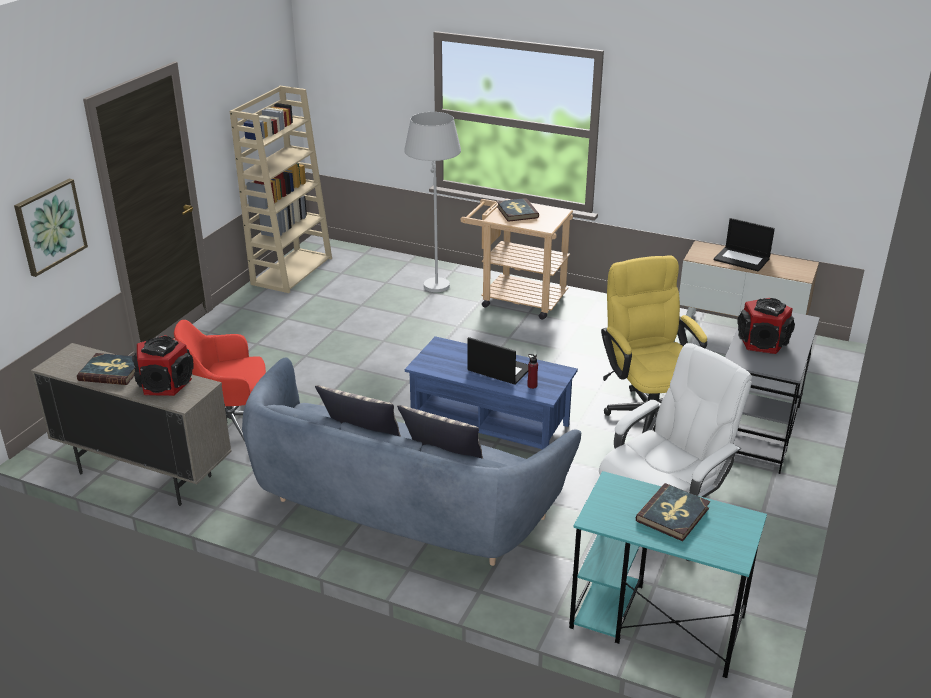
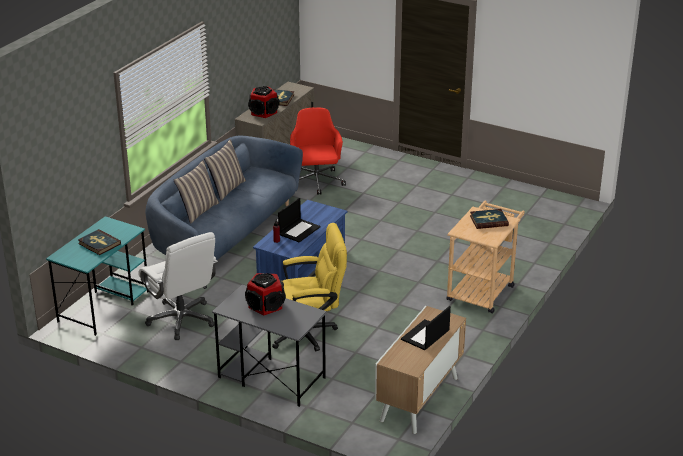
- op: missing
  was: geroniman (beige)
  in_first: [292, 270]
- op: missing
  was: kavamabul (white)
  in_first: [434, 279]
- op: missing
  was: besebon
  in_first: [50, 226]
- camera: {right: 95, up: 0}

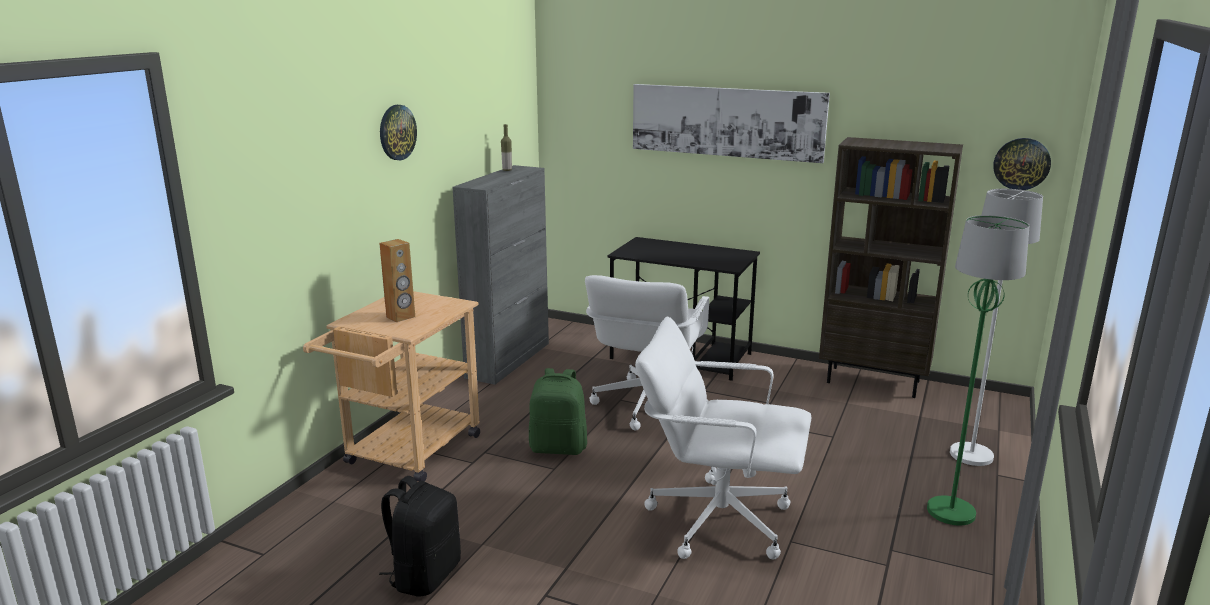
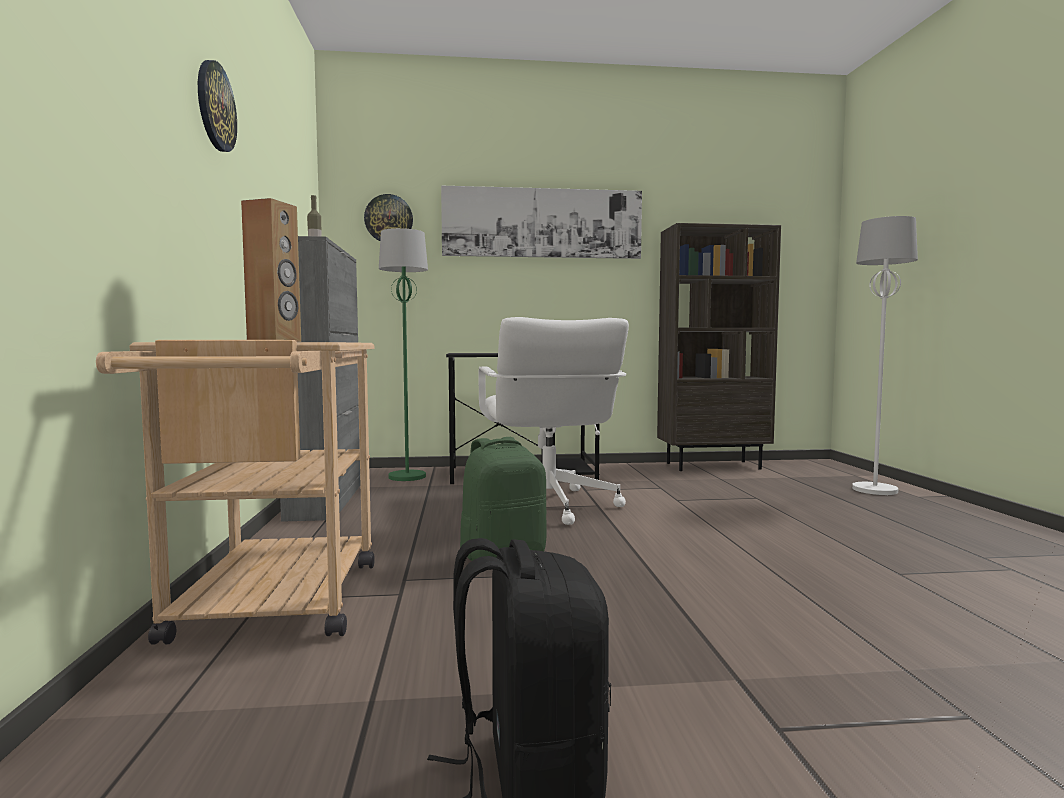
- op: relocated
  was: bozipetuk
  in_first: [1021, 164]
  in_second: [388, 219]
- op: relocated
  was: kavamabul (green)
  in_first: [950, 512]
  in_second: [406, 477]
- op: missing
  was: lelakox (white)
  in_first: [718, 520]
- camera: {right: -30, up: -15}

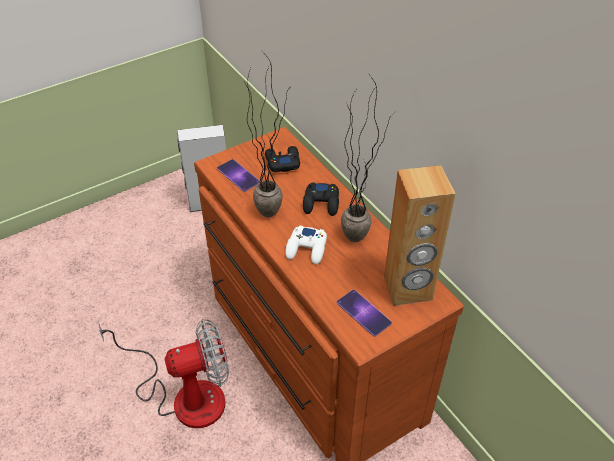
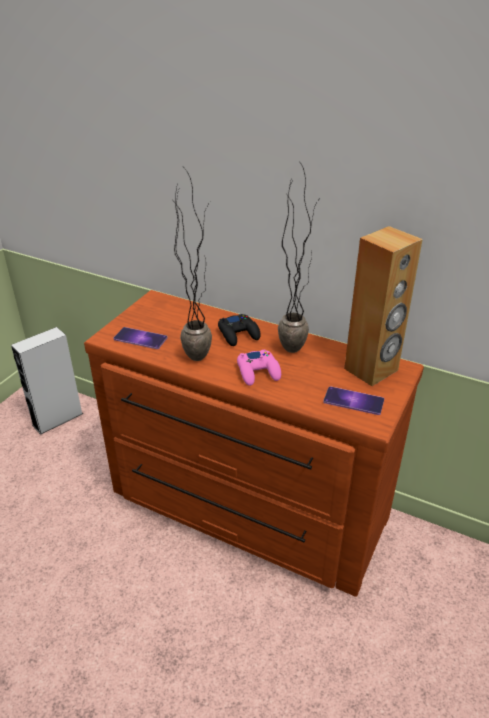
- op: missing
  was: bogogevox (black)
  in_first: [282, 162]
- op: colour
  was: bogogevox (white)
  now: bogogevox (pink)
  in_first: [307, 249]
  in_second: [258, 372]
- op: missing
  was: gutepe
  in_first: [184, 395]
- camera: {right: -30, up: -10}

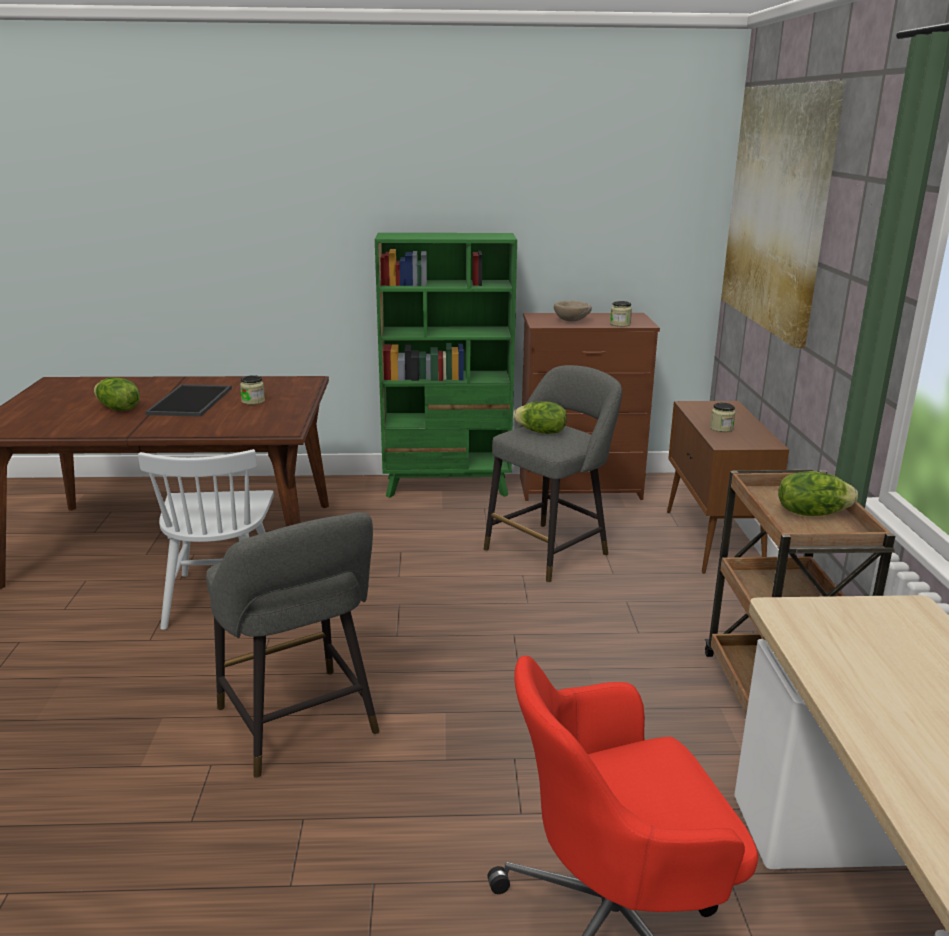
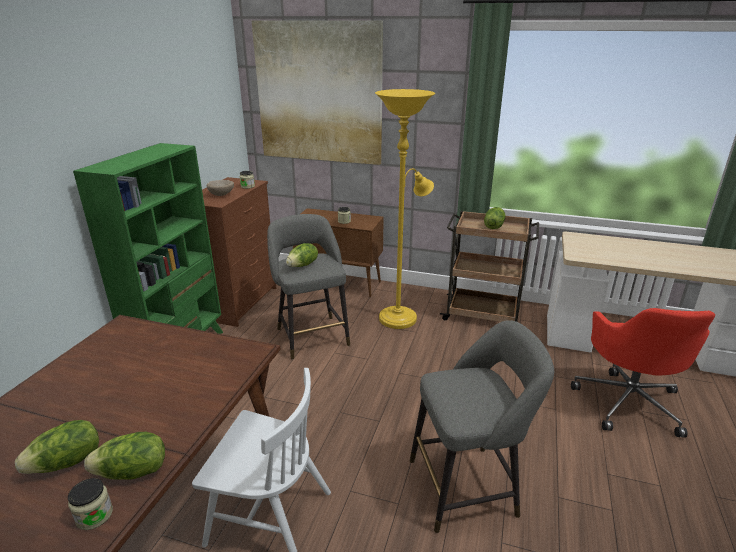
- op: relocated
  was: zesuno
  in_first: [253, 401]
  in_second: [94, 515]
- op: missing
  was: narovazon
  in_first: [192, 401]
- op: appeared
  now: kavamabul (yellow)
  in_second: [400, 316]
- op: appeared
  now: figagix
  in_second: [132, 472]
- camera: {right: -70, up: 5}

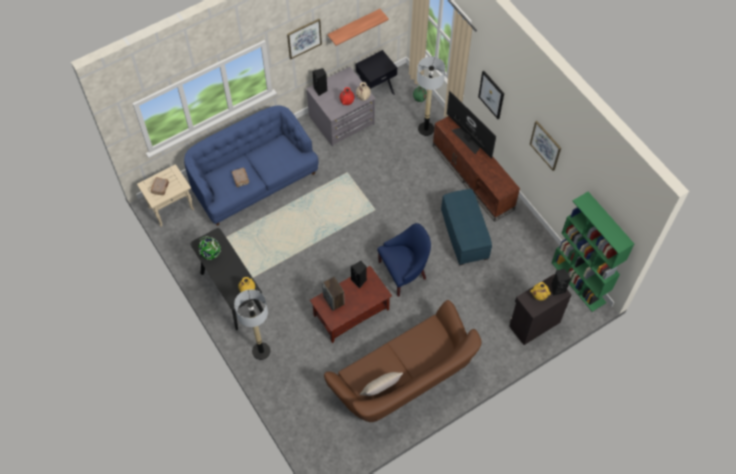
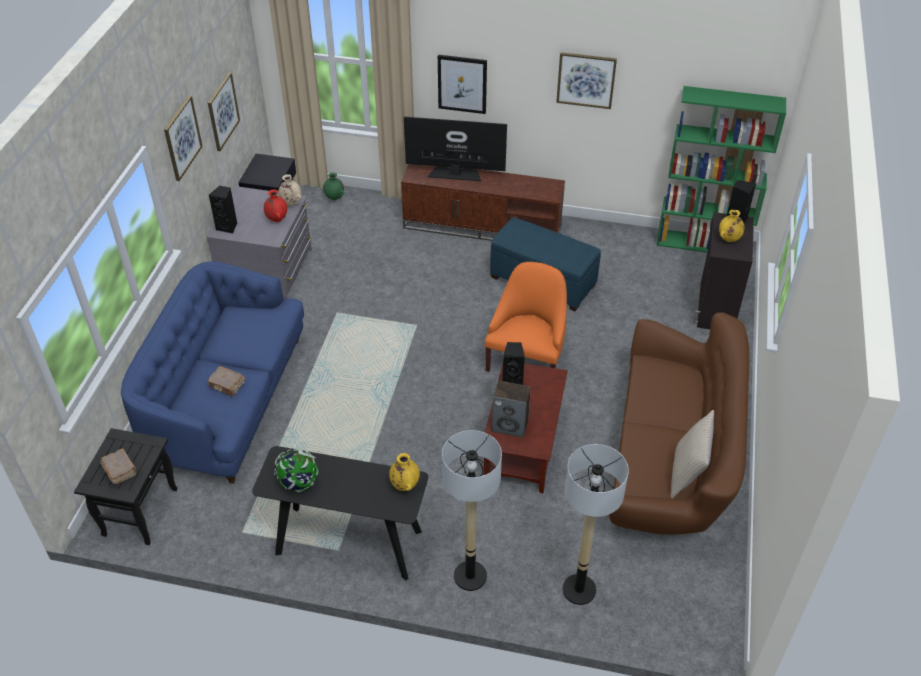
- op: exchanged
  was: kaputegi
  now: besebon
  in_first: [353, 26]
  in_second: [222, 111]
- op: relocated
  was: kavamabul
  in_first: [426, 129]
  in_second: [579, 590]
- op: colour
  was: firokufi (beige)
  now: firokufi (black)
  in_first: [171, 208]
  in_second: [140, 511]
- op: colour
  was: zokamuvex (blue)
  now: zokamuvex (orange)
  in_first: [404, 272]
  in_second: [527, 359]
- camera: {right: -45, up: -15}

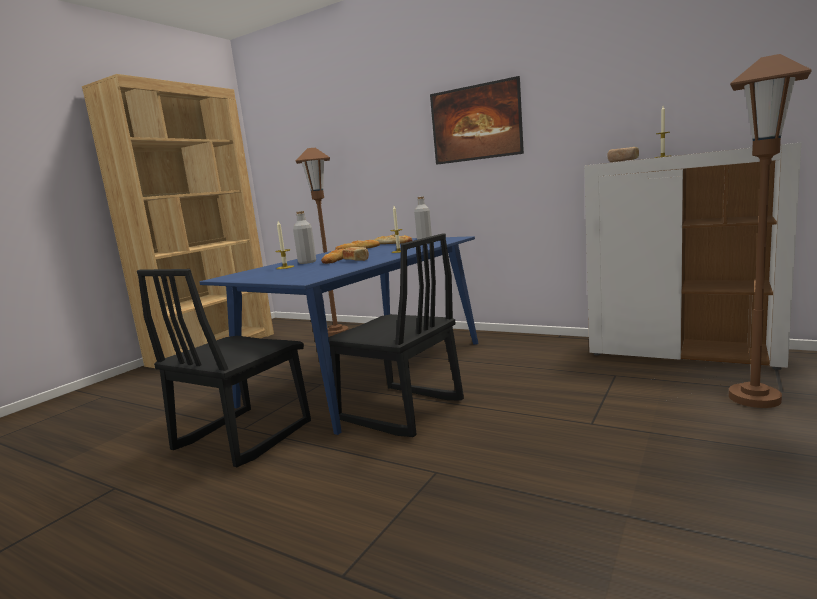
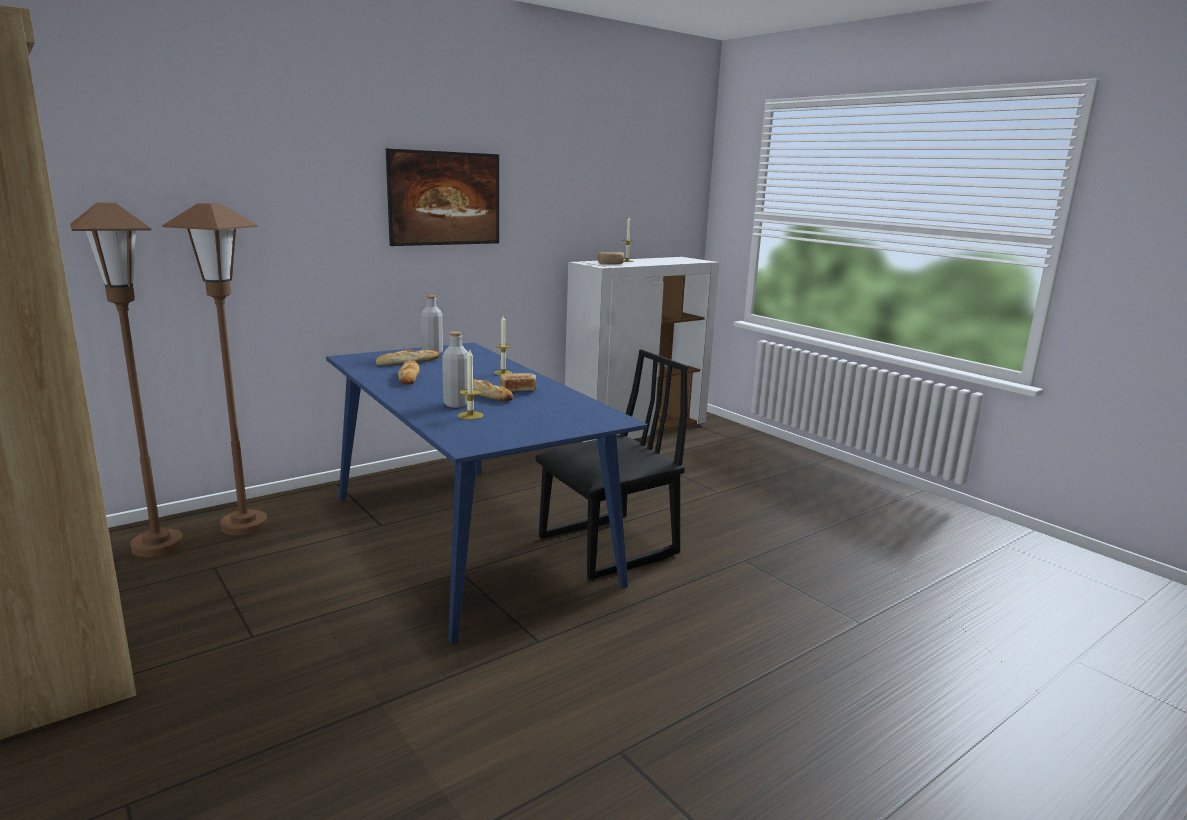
- op: relocated
  was: kavamabul (brown)
  in_first: [754, 398]
  in_second: [157, 546]
- op: missing
  was: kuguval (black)
  in_first: [242, 436]
- camera: {right: -70, up: 5}

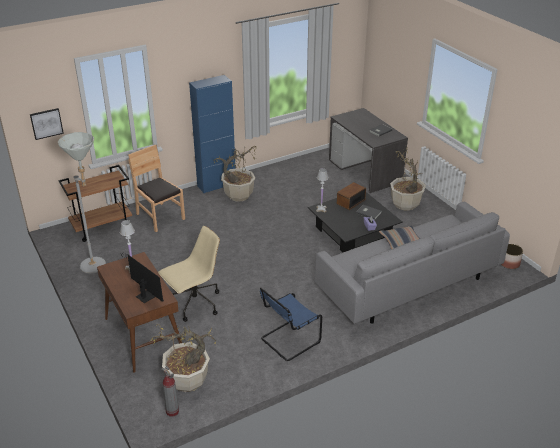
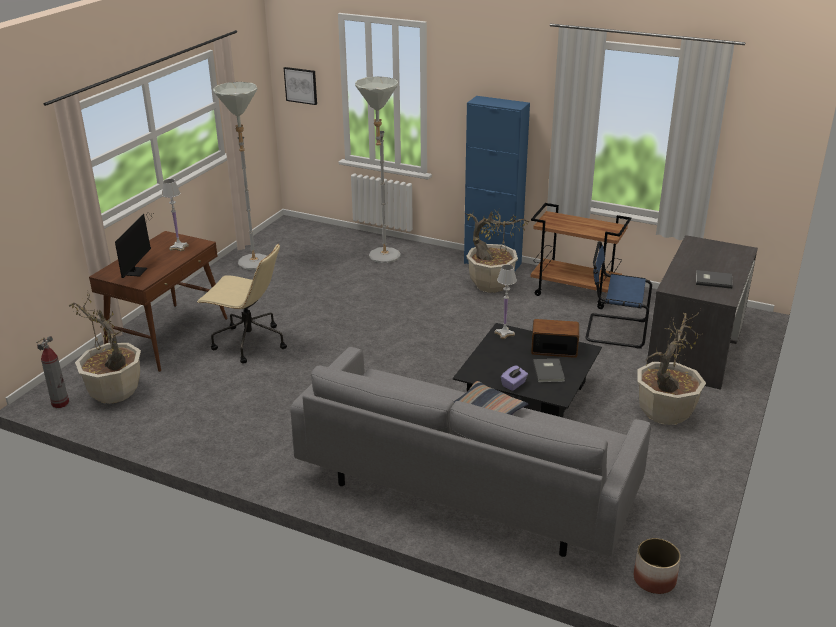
- op: exchanged
  was: kuguval (brown)
  now: kavamabul (grey)
  in_first: [160, 217]
  in_second: [382, 259]
- op: relocated
  was: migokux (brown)
  in_first: [102, 227]
  in_second: [575, 292]
- op: relocated
  was: kuguval (blue)
  in_first: [288, 341]
  in_second: [613, 331]
- camera: {right: 55, up: -5}

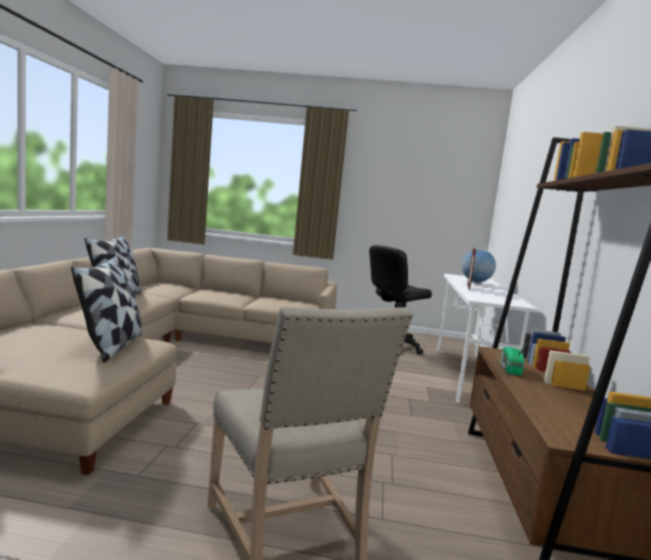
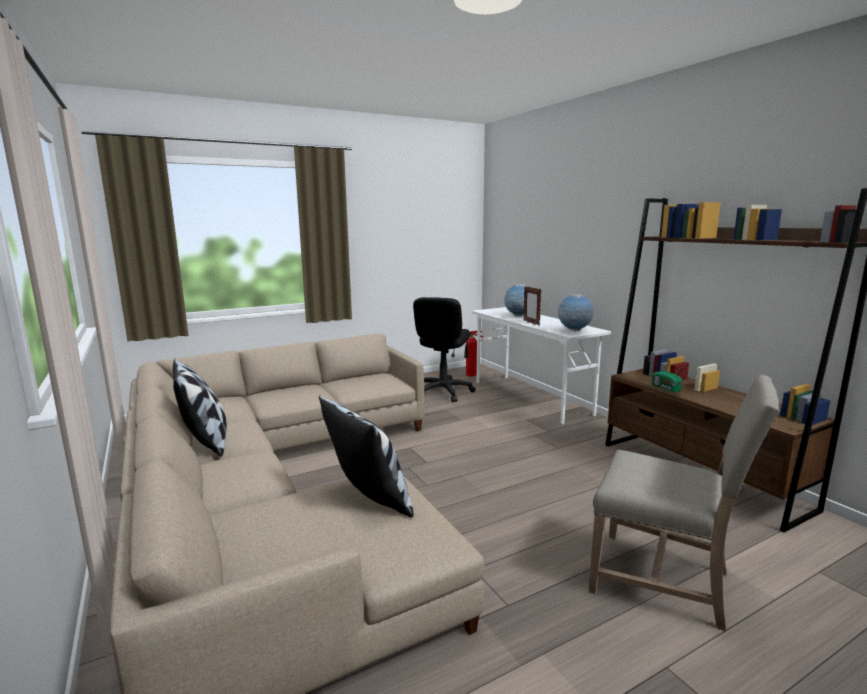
- op: appeared
  now: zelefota
  in_second: [574, 331]
- op: appeared
  now: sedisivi
  in_second: [471, 375]
- camera: {right: -35, up: 5}

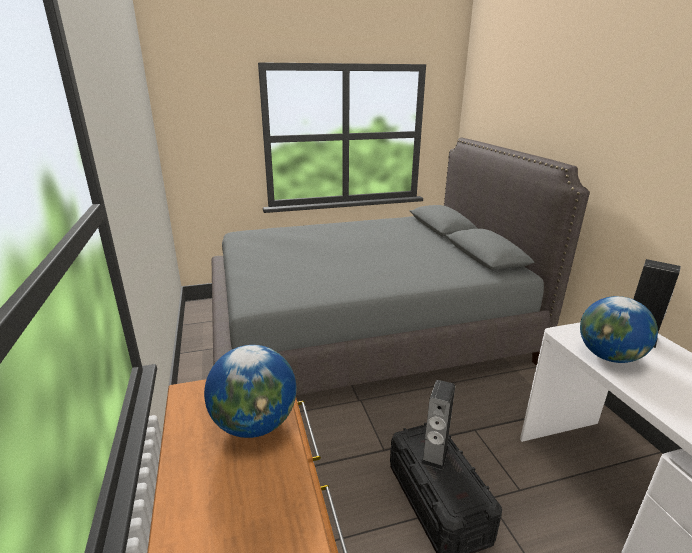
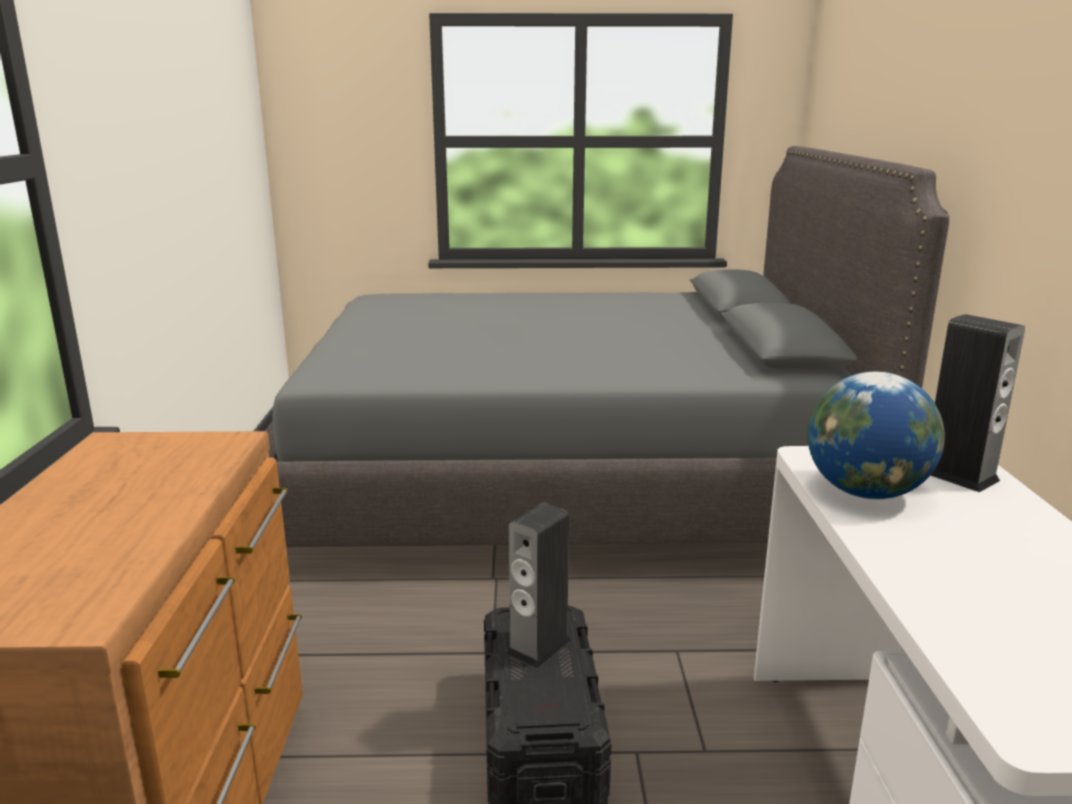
- op: missing
  was: zelefota
  in_first: [255, 424]
- camera: {right: 15, up: -5}

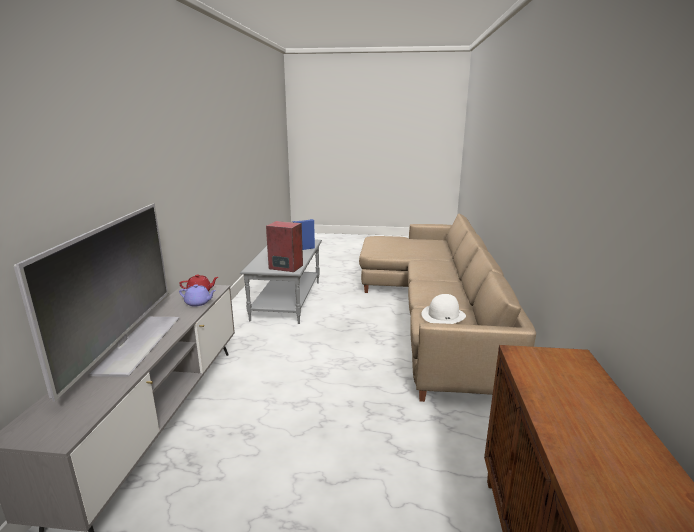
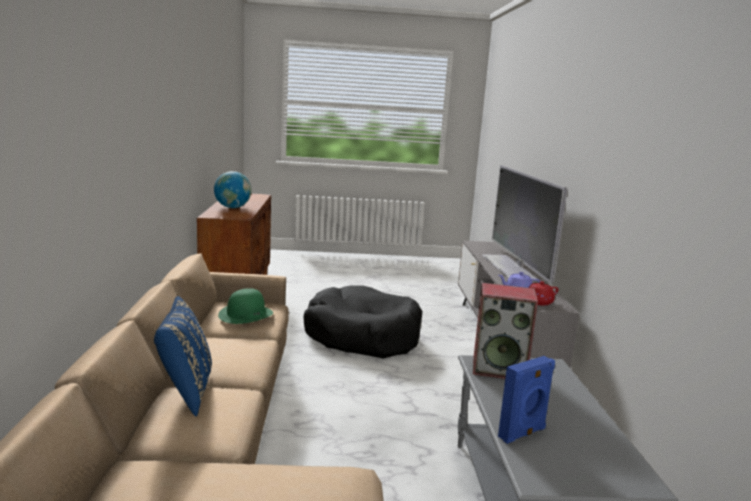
- op: colour
  was: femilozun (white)
  now: femilozun (green)
  in_first: [443, 315]
  in_second: [246, 314]
- op: appeared
  now: zelefota
  in_second: [232, 208]
- op: appeared
  now: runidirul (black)
  in_second: [362, 336]
- op: appeared
  now: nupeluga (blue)
  in_second: [185, 393]
- camera: {right: 170, up: -5}

